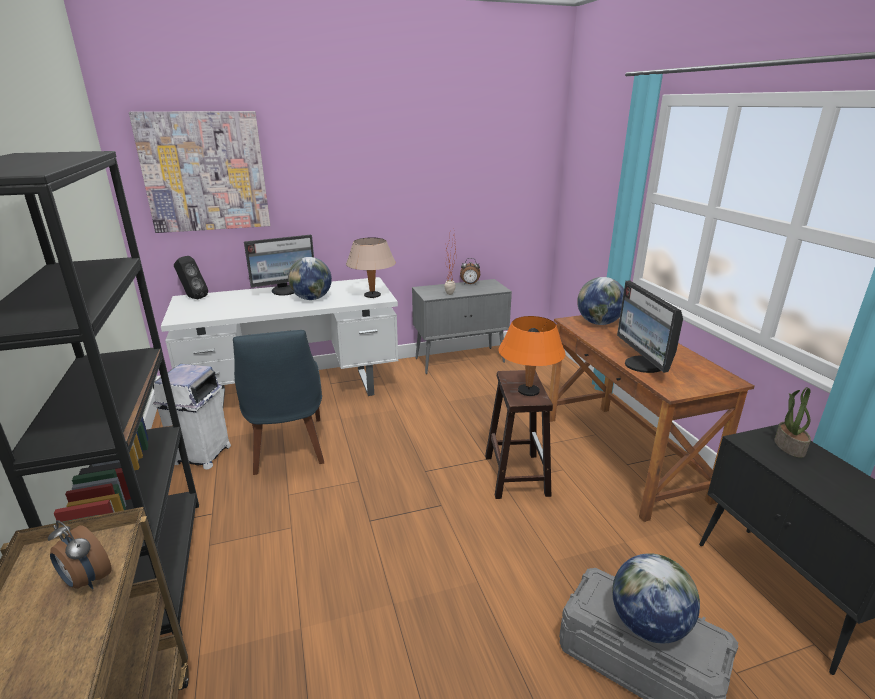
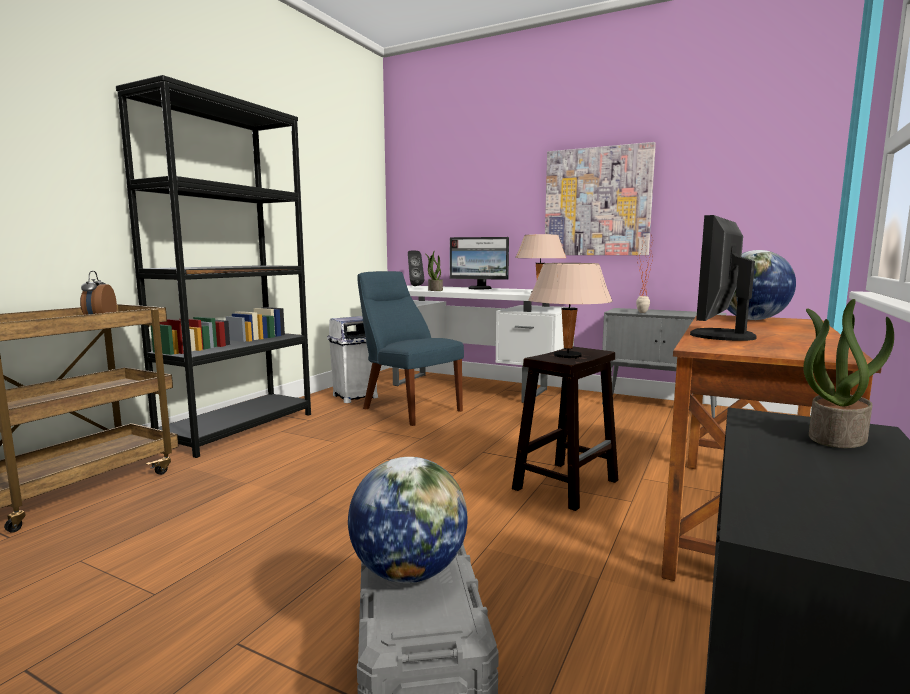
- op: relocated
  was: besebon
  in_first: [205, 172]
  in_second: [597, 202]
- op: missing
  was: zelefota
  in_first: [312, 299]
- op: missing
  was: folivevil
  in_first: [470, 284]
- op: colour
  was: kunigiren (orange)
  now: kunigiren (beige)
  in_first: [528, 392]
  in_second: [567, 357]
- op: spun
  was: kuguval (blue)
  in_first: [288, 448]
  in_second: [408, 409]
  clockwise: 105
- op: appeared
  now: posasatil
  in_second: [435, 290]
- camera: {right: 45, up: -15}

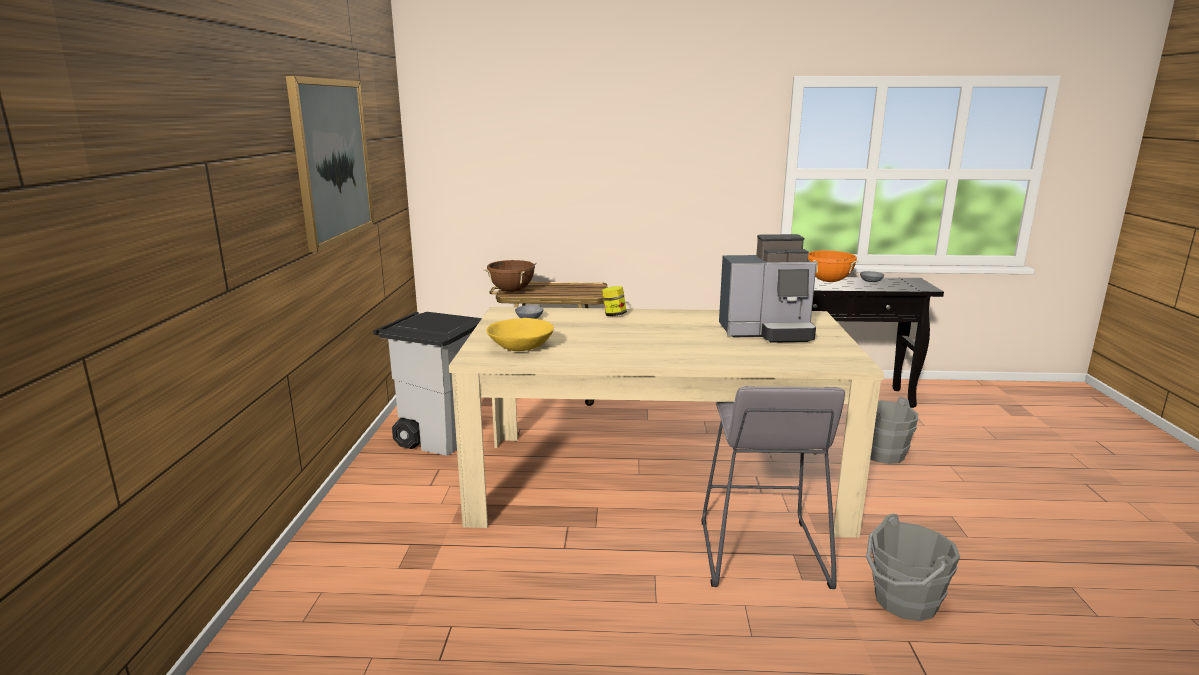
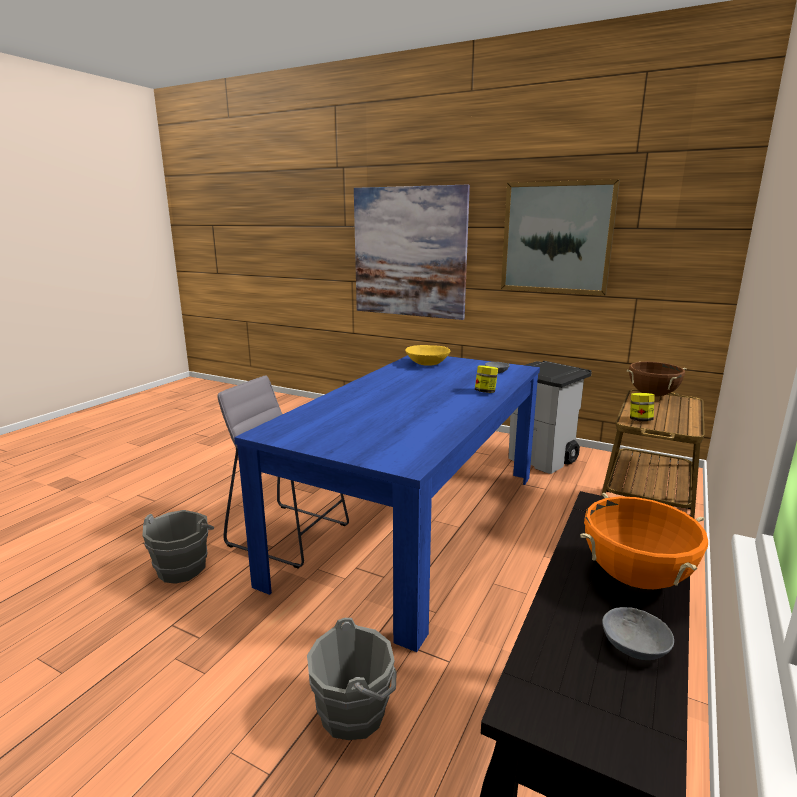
- op: missing
  was: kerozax
  in_first: [767, 332]
- op: colour
  was: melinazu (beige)
  now: melinazu (blue)
  in_first: [655, 482]
  in_second: [414, 523]
- op: appeared
  now: besebon
  in_second: [409, 252]
- op: appeared
  now: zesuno
  in_second: [640, 420]
- camera: {right: 115, up: 0}

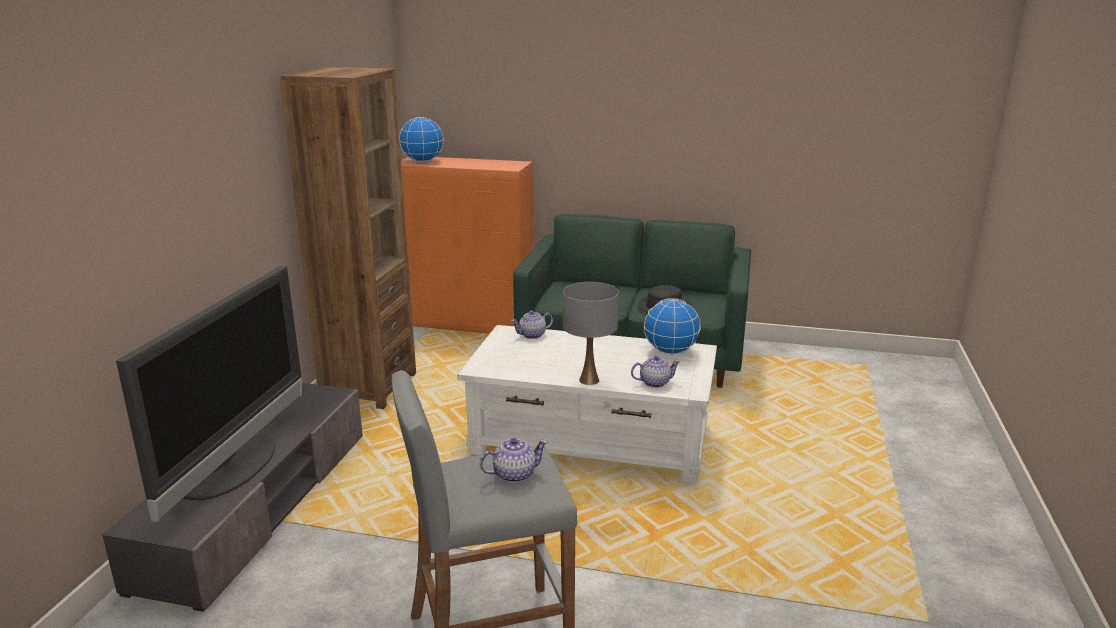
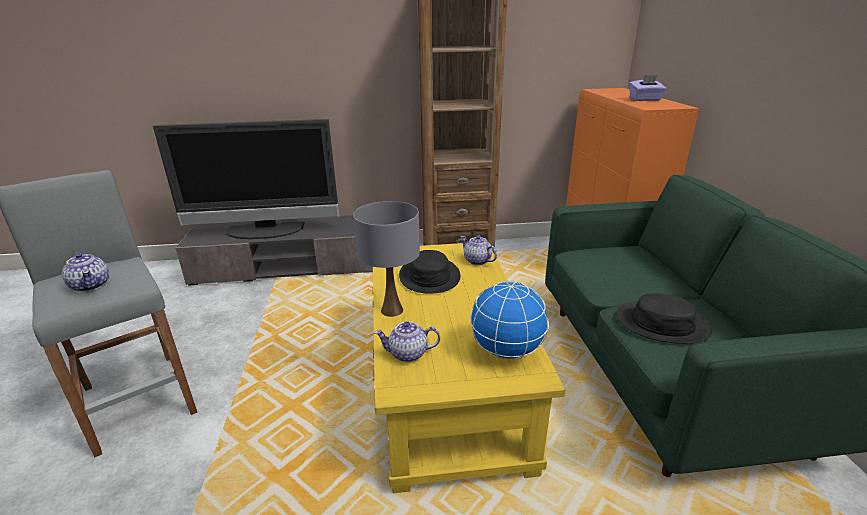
- op: missing
  was: zelefota
  in_first: [422, 161]
- op: colour
  was: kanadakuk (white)
  now: kanadakuk (yellow)
  in_first: [591, 440]
  in_second: [446, 384]
- op: spun
  was: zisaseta
  in_first: [655, 383]
  in_second: [408, 354]
  clockwise: 120
- op: appeared
  now: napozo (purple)
  in_second: [645, 100]
- op: appeared
  now: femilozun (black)
  in_second: [429, 276]
- camera: {right: 70, up: 5}

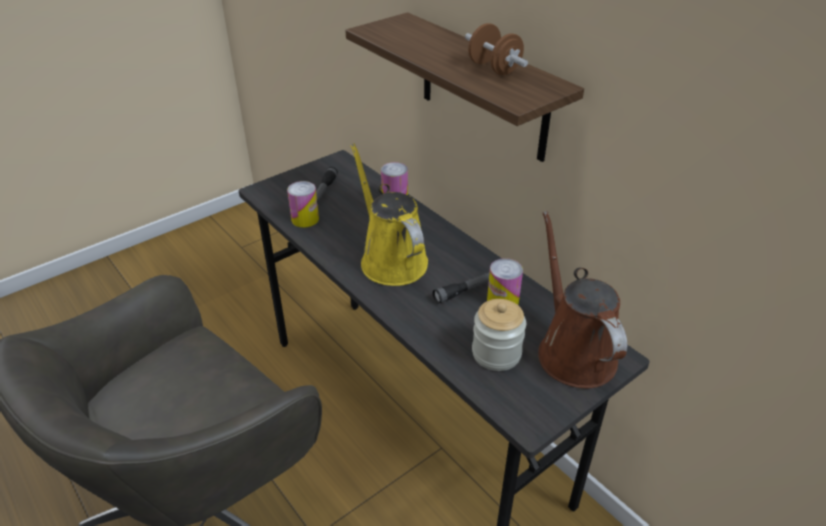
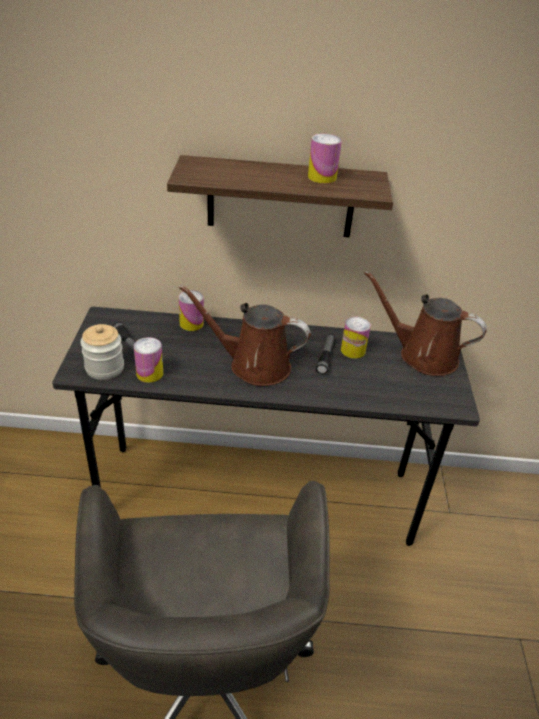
- op: exchanged
  was: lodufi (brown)
  now: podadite
  in_first: [494, 68]
  in_second: [322, 177]
- op: colour
  was: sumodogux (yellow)
  now: sumodogux (brown)
  in_first: [390, 259]
  in_second: [253, 365]
- op: relocated
  was: zesuno
  in_first: [496, 353]
  in_second: [104, 368]
- camera: {right: -50, up: 0}

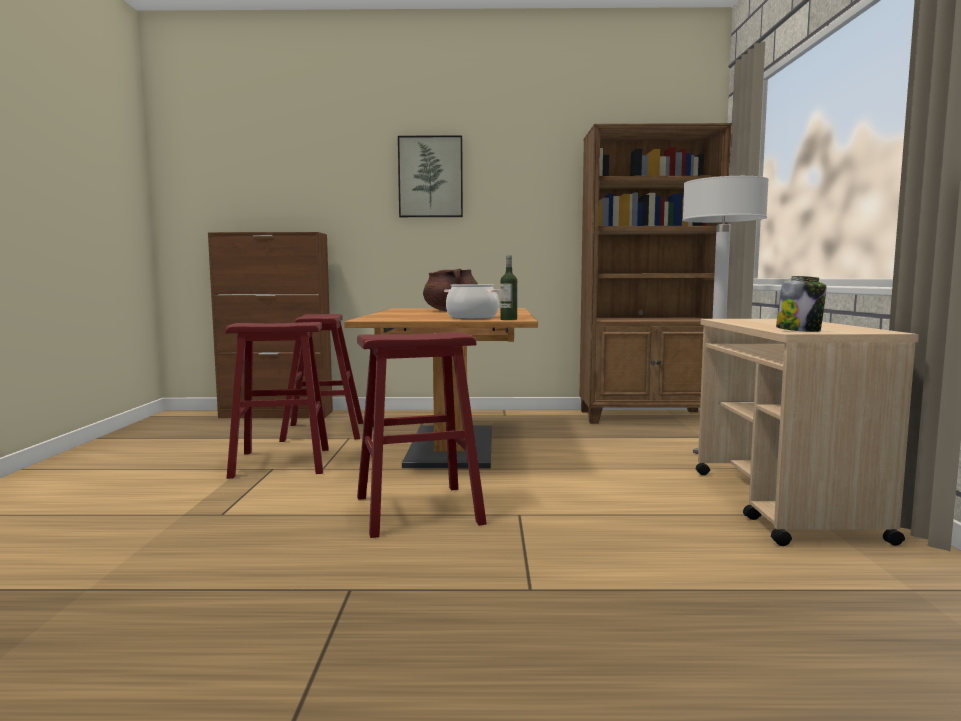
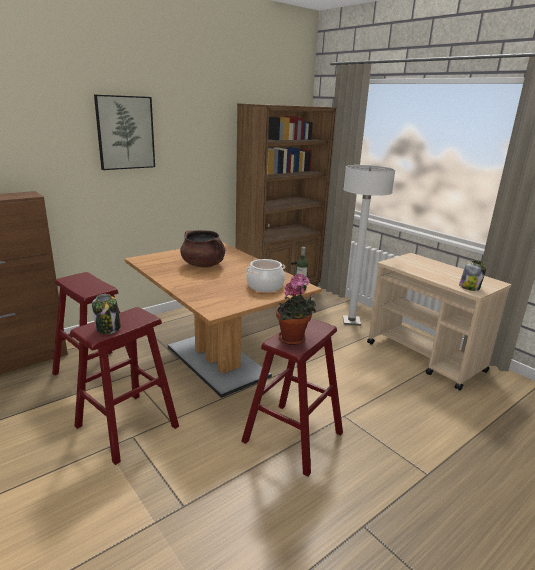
- op: appeared
  now: posasatil
  in_second: [293, 340]
- op: appeared
  now: zesuno
  in_second: [108, 328]
- camera: {right: -40, up: 15}

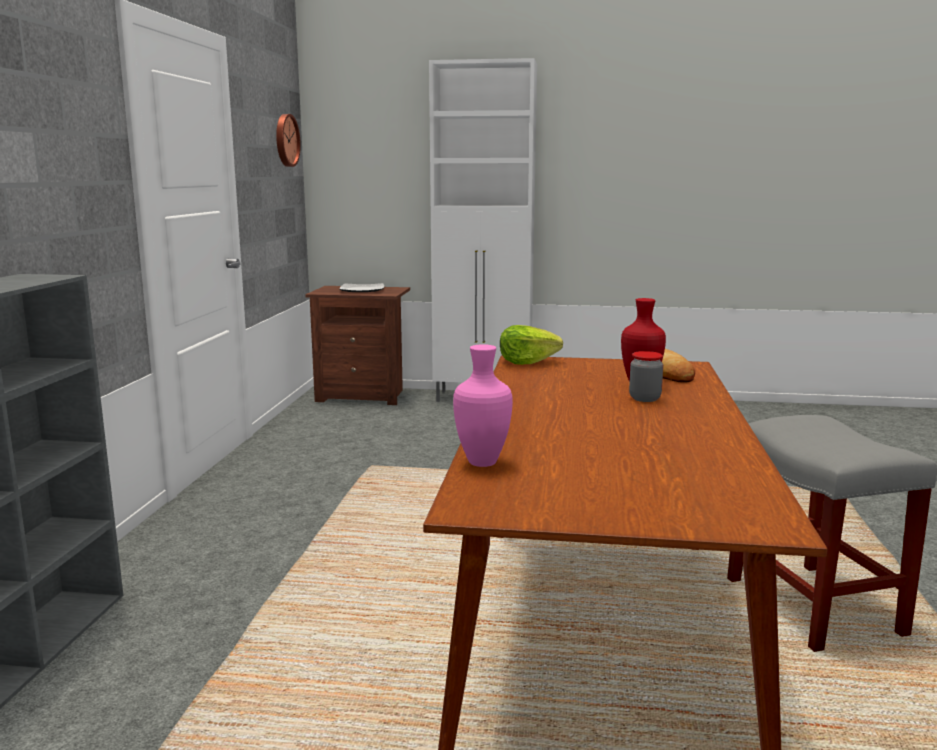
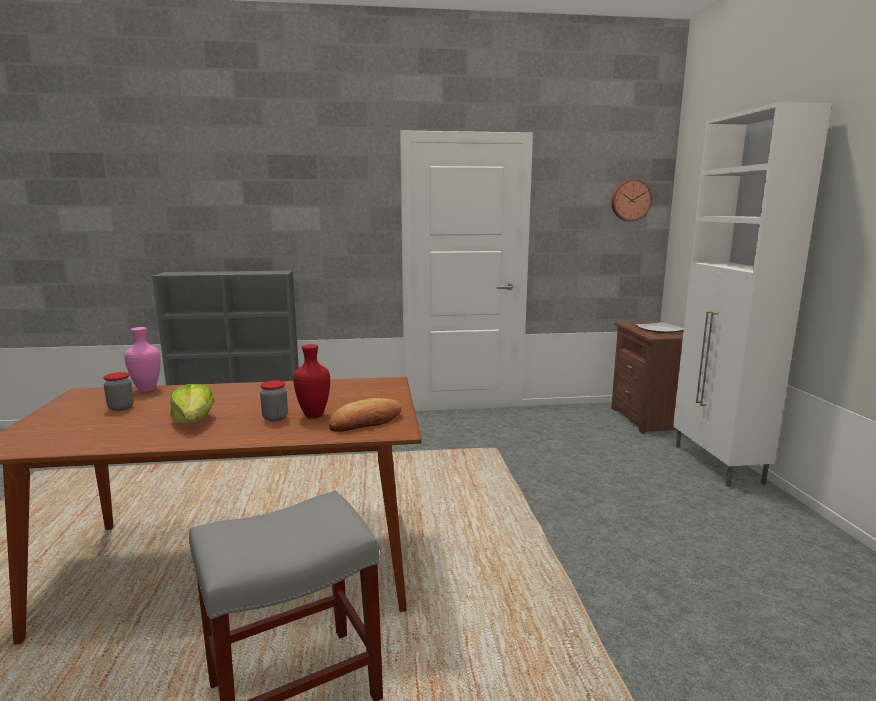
- op: relocated
  was: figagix
  in_first: [527, 362]
  in_second: [194, 421]
- op: appeared
  now: zesuno
  in_second: [121, 408]
- camera: {right: 75, up: 0}

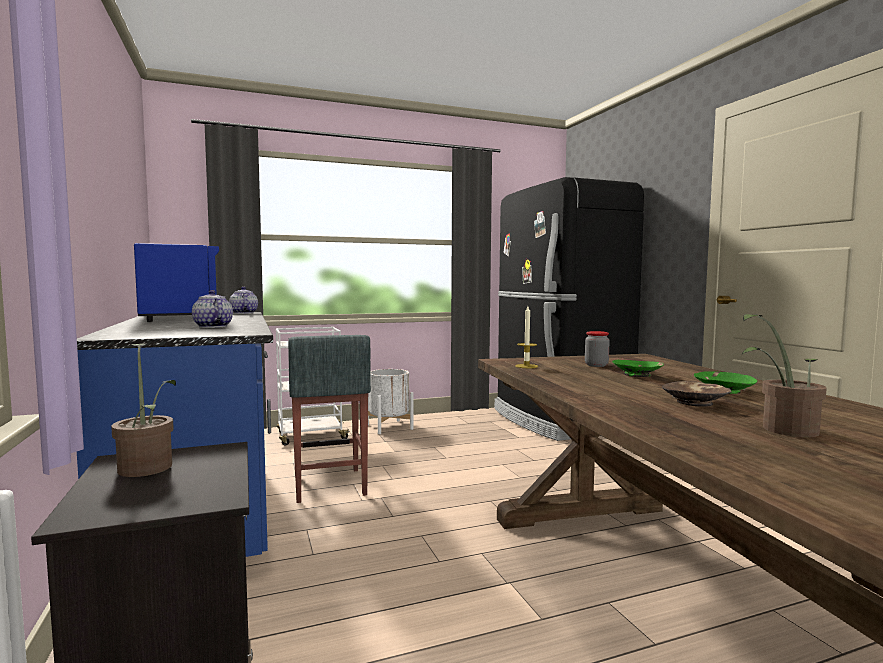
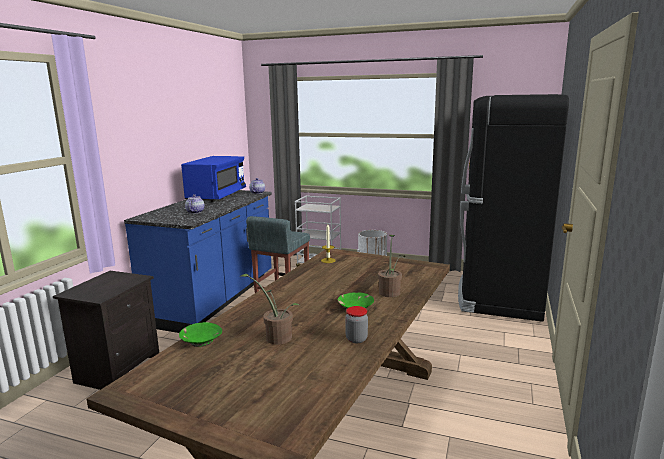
- op: relocated
  was: zesuno
  in_first: [596, 365]
  in_second: [356, 339]
- op: relocated
  was: posasatil
  in_first: [147, 465]
  in_second: [390, 291]
- op: relocated
  was: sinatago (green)
  in_first: [637, 374]
  in_second: [201, 341]
- op: missing
  was: sinatago (brown)
  in_first: [695, 402]
- camera: {right: 40, up: 10}

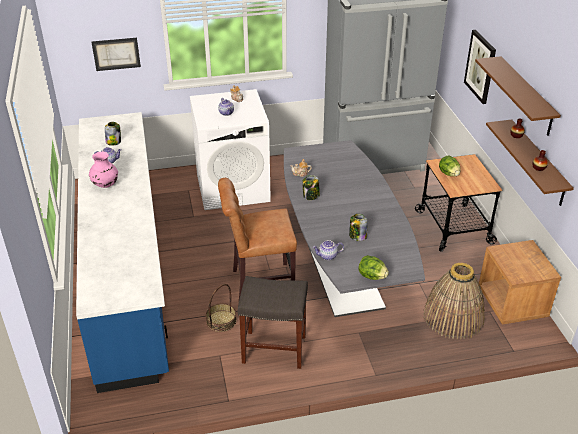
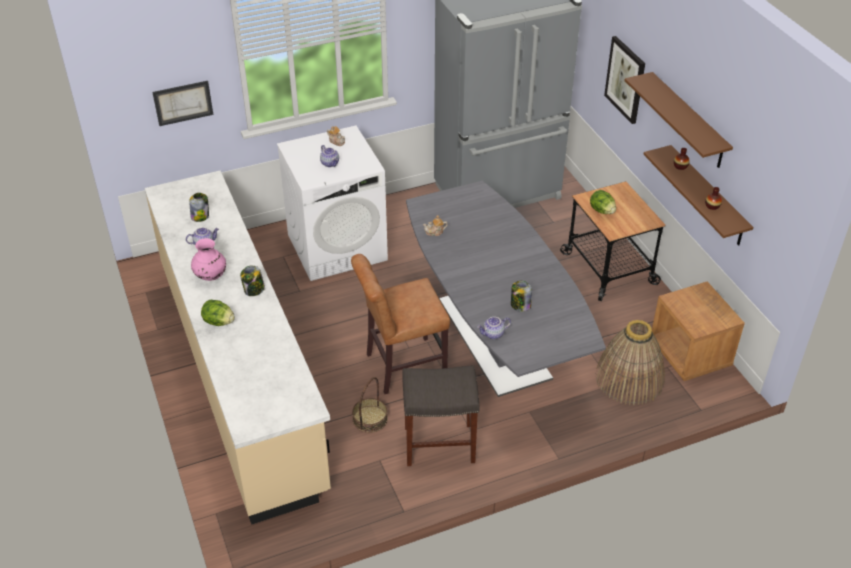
- op: colour
  was: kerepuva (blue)
  now: kerepuva (beige)
  in_first: [128, 270]
  in_second: [240, 371]
- op: relocated
  was: zesuno
  in_first: [311, 196]
  in_second: [254, 290]
- op: relocated
  was: figagix
  in_first: [372, 276]
  in_second: [219, 322]
- camera: {right: -10, up: 5}

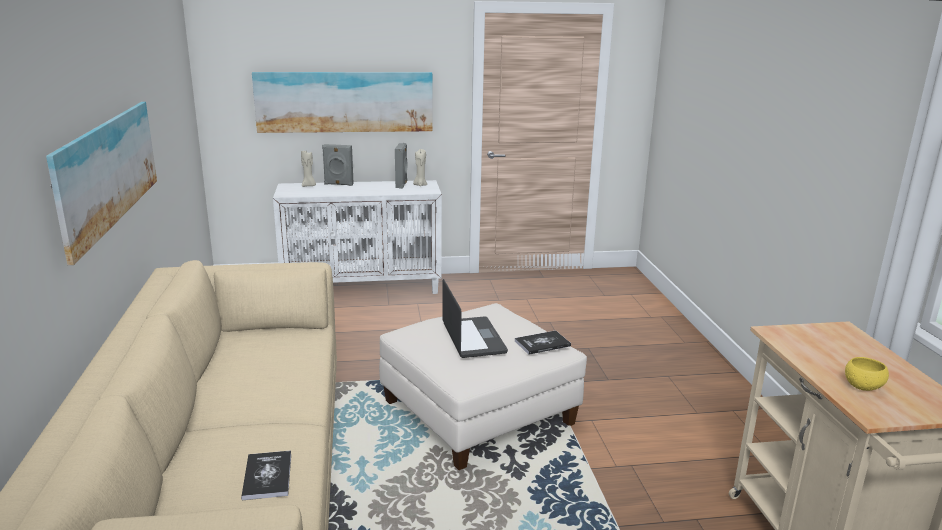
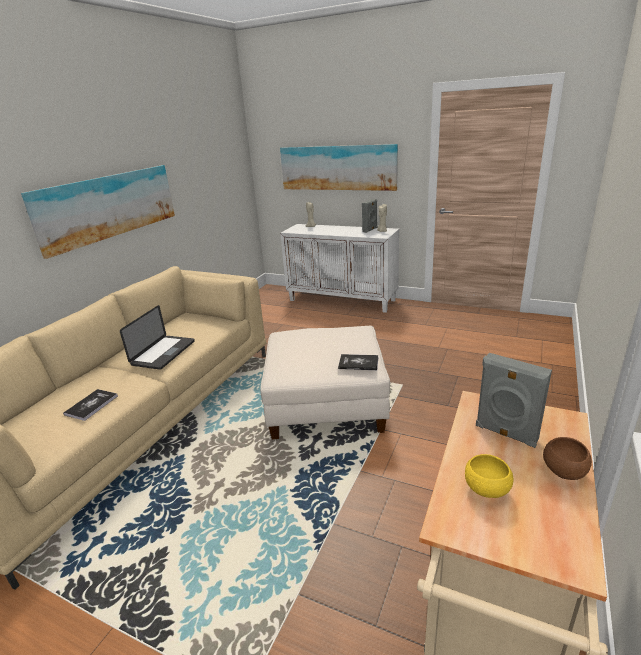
- op: relocated
  was: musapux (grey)
  in_first: [338, 184]
  in_second: [505, 434]
- op: relocated
  was: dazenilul
  in_first: [473, 338]
  in_second: [163, 353]
- op: appeared
  now: sinatago (brown)
  in_second: [563, 471]
- camera: {right: 35, up: 5}

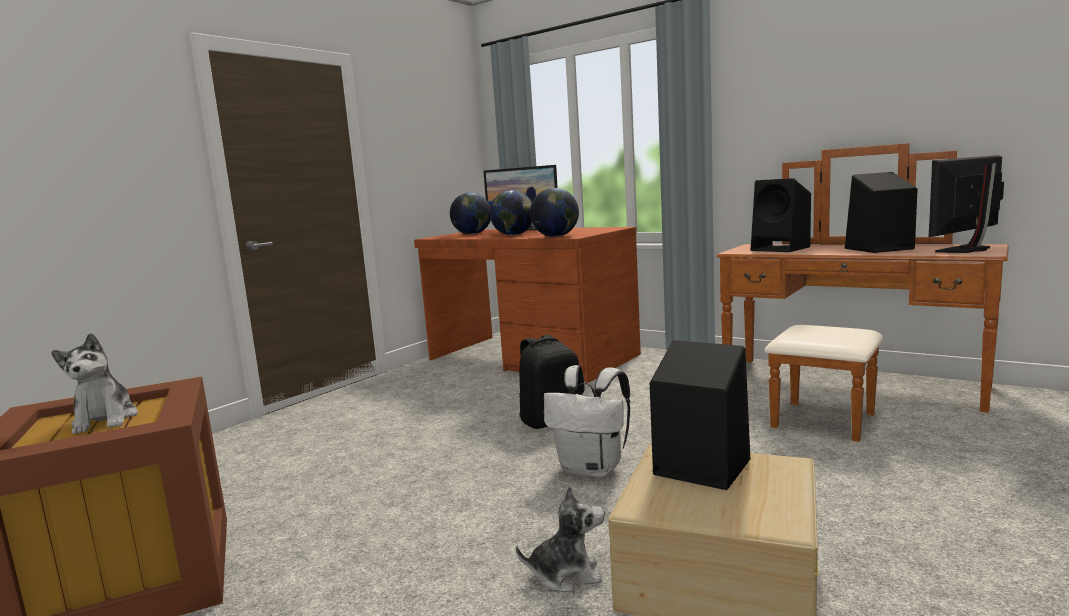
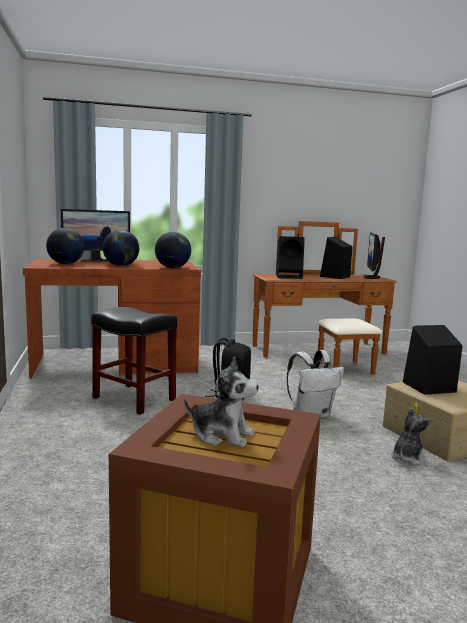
- op: appeared
  now: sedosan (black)
  in_second: [133, 399]
- camera: {right: -50, up: 0}

